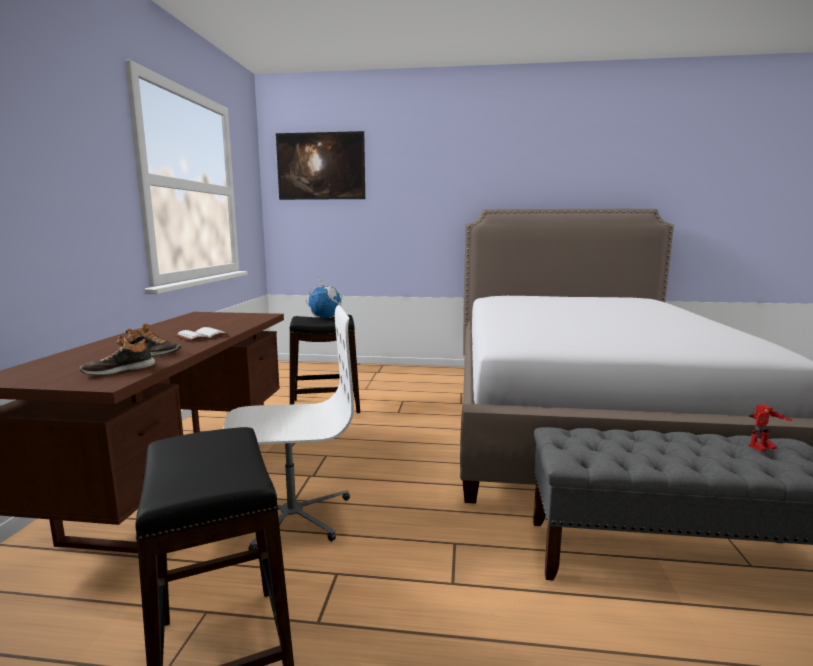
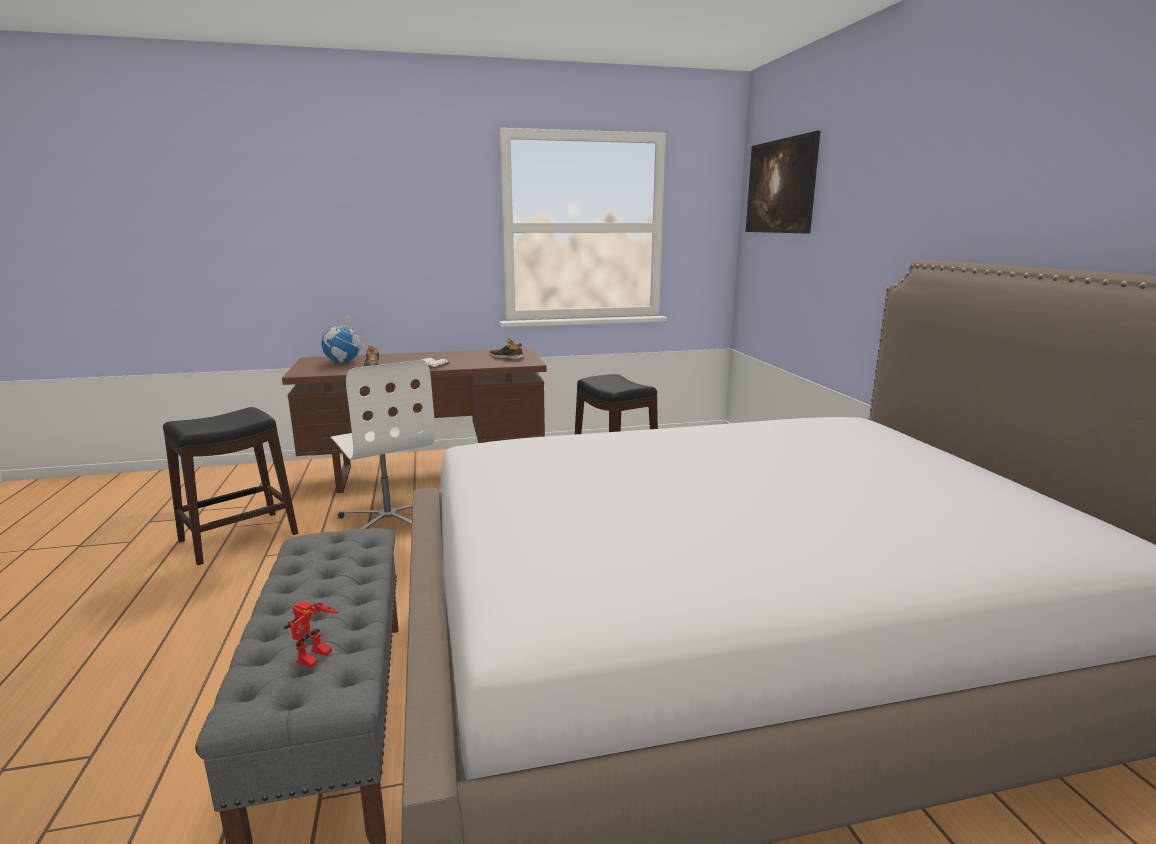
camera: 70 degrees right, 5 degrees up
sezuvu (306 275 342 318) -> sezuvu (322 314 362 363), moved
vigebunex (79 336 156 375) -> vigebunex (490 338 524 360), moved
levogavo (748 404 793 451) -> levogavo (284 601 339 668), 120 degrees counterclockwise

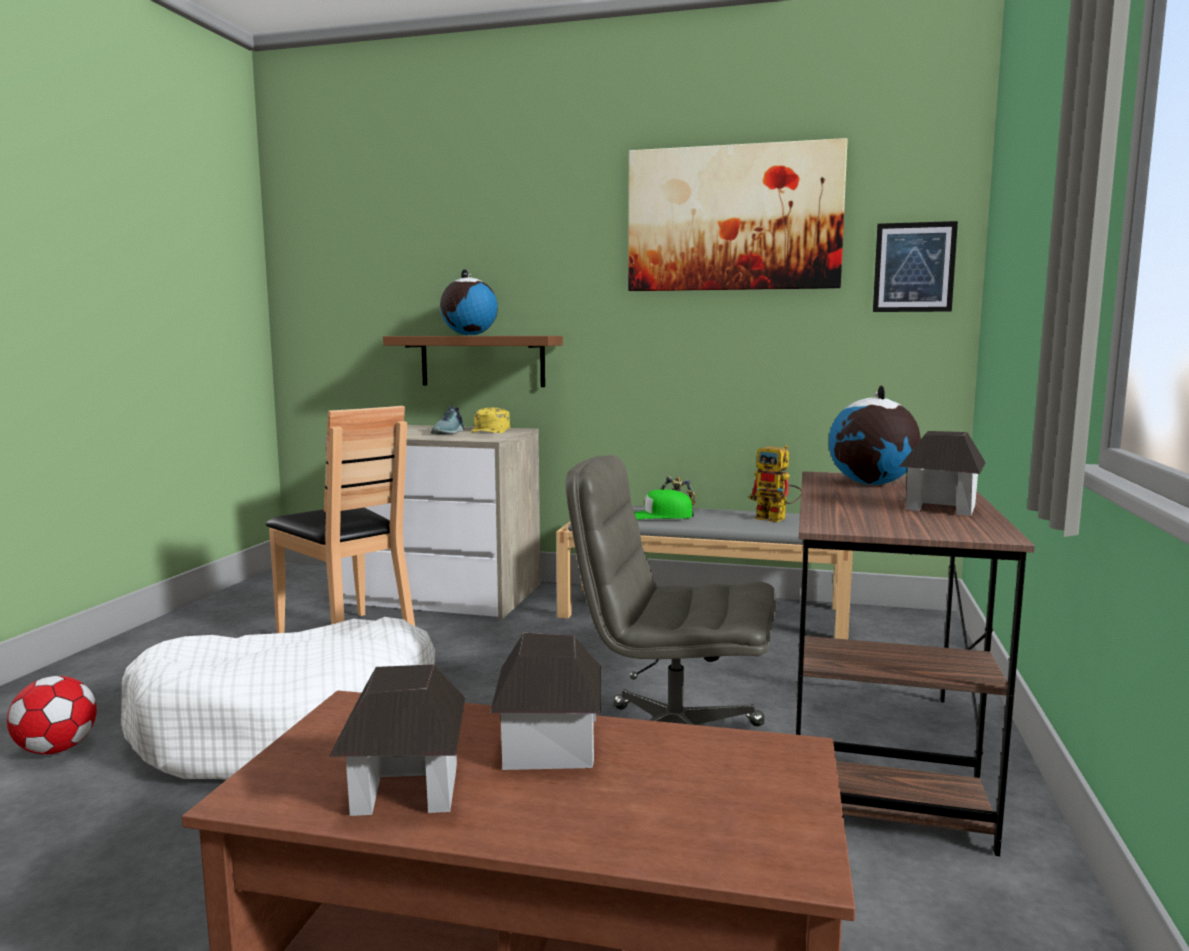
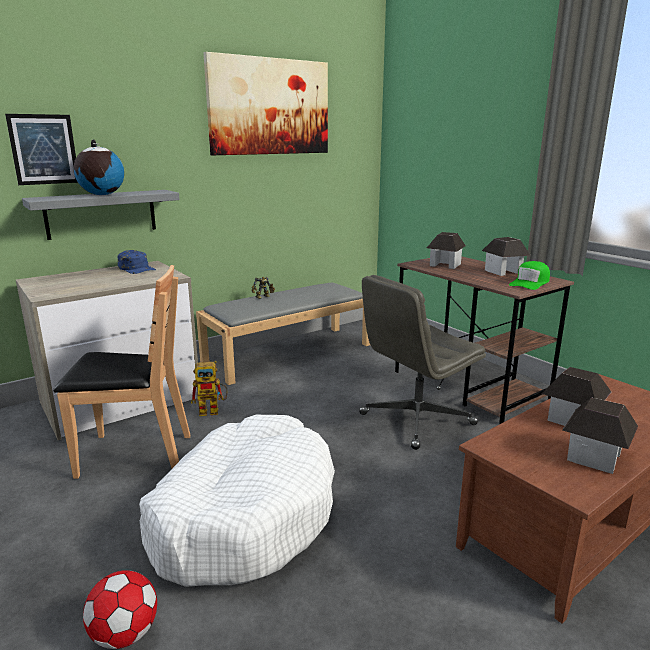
camera: 50 degrees left, 10 degrees up
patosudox (873 221 958 312) -> patosudox (5 114 78 185), moved
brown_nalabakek (383 336 563 387) -> grey_nalabakek (22 190 180 240)
sezuvu (829 385 921 485) -> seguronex (427 232 466 269)
vigebunex (431 406 464 434) -> none
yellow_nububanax (470 407 510 433) -> blue_nububanax (117 250 156 274)
levogavo (749 445 801 522) -> levogavo (191 361 228 416), moved
green_nububanax (634 489 694 520) -> green_nububanax (509 261 550 290), moved

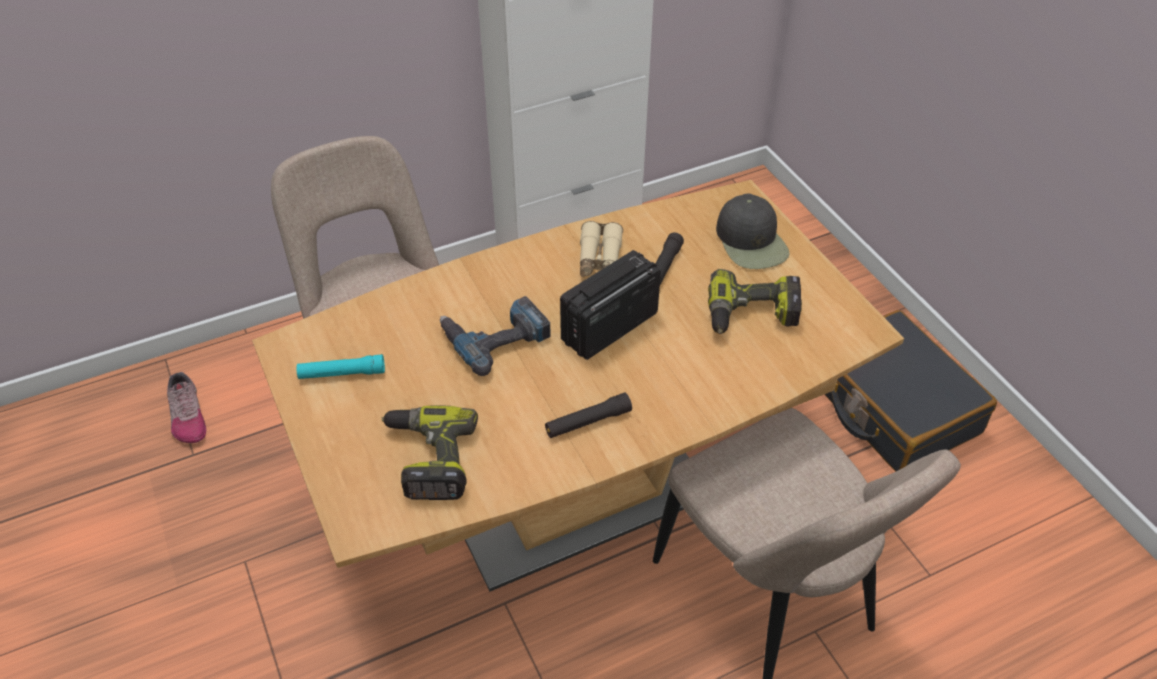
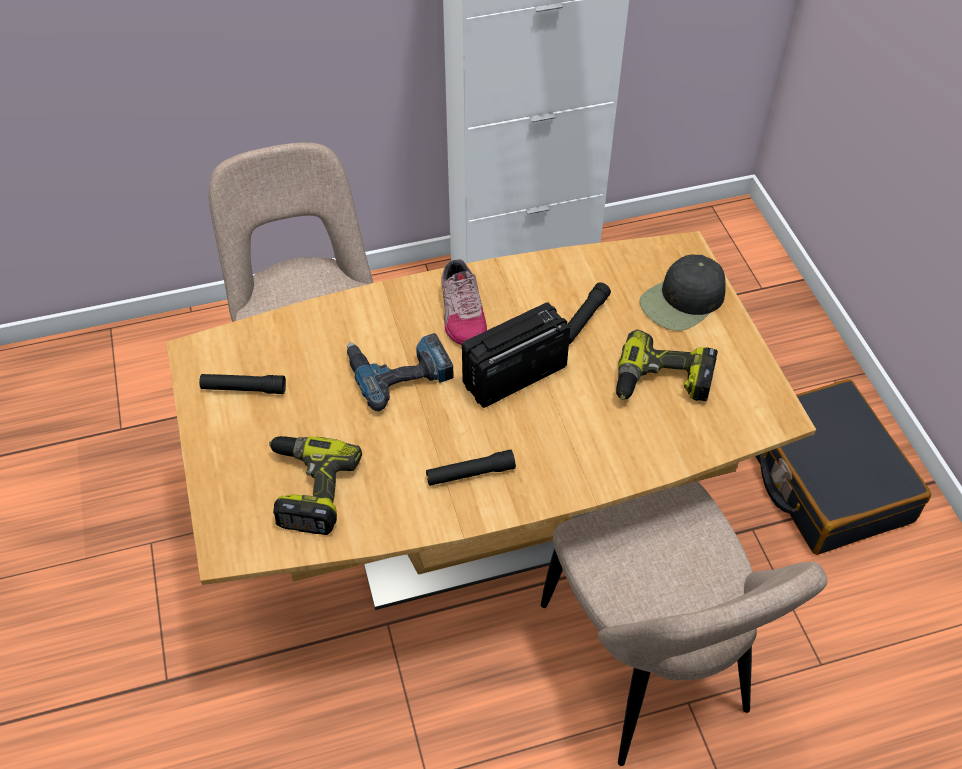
camera: 10 degrees right, 5 degrees up
black_nububanax (716 193 790 269) -> black_nububanax (639 254 726 331), 60 degrees clockwise
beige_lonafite (580 221 623 277) -> none
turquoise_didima (297 354 385 379) -> black_didima (199 374 286 394)
vigebunex (167 372 206 443) -> vigebunex (441 259 487 345), moved

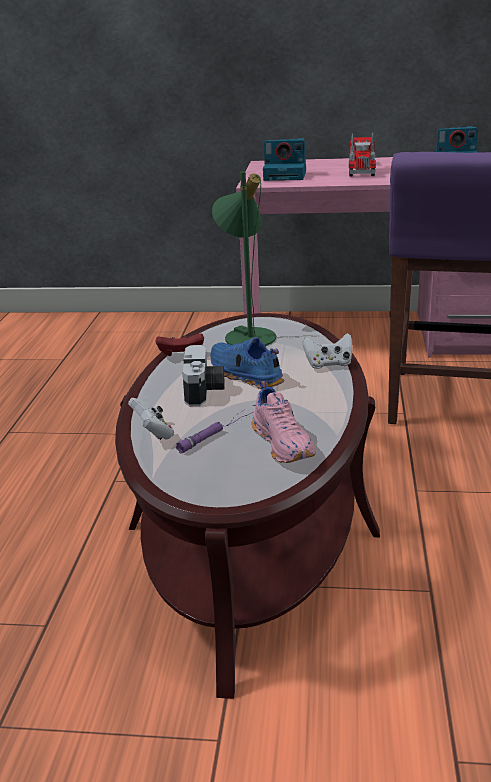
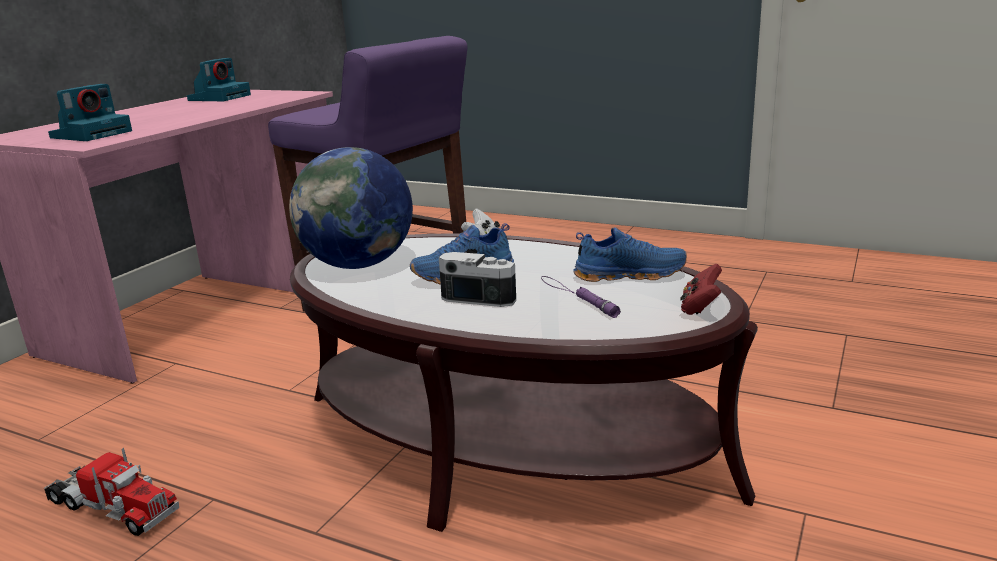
camera: 70 degrees left, 5 degrees down
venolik (349 133 376 176) -> venolik (44 448 179 536), moved
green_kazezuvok (212 171 276 346) -> sezuvu (289 147 413 269)
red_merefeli (156 333 204 356) -> red_merefeli (680 264 722 315), moved
pink_vigebunex (251 381 315 463) -> blue_vigebunex (573 227 687 282)
white_merefeli (128 398 174 440) -> none

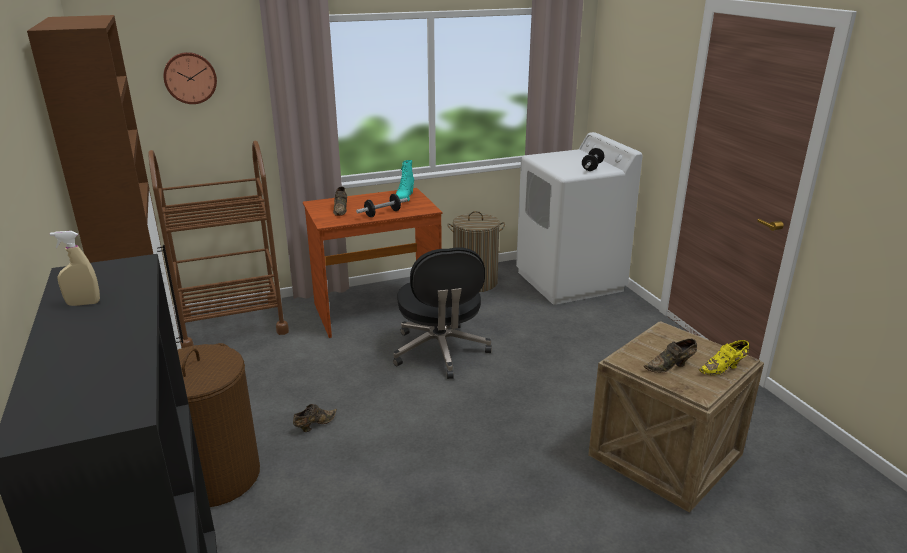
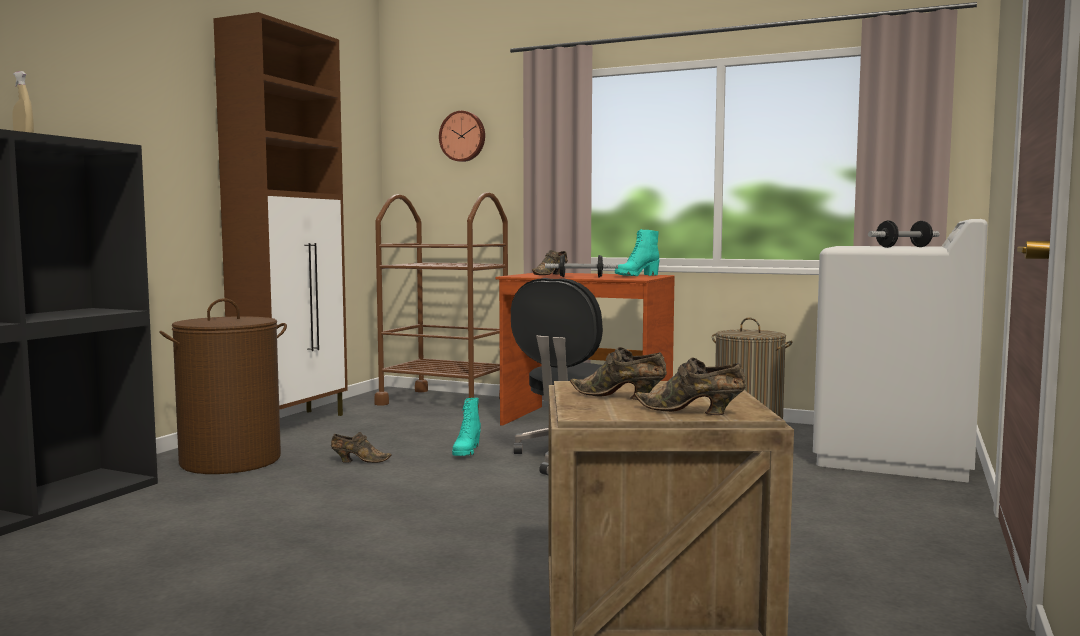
camera: 45 degrees right, 20 degrees down
yellow_vigebunex (699 340 749 375) -> brown_vigebunex (634 357 746 415)
none -> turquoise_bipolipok (452 398 481 456)

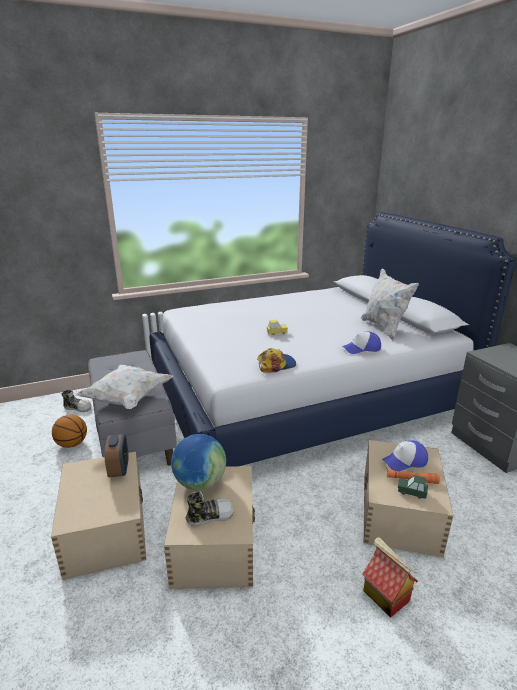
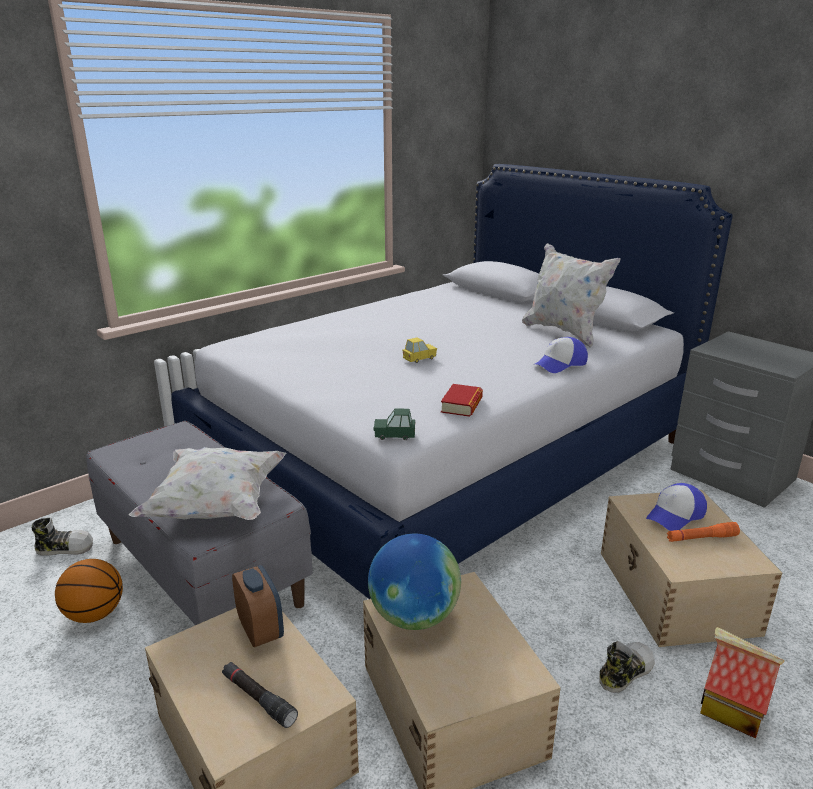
camera: 20 degrees left, 0 degrees up
nububanax (257 348 296 373) -> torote (441 384 483 417)
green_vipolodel (398 475 428 499) -> green_vipolodel (373 409 415 440), moved
vigebunex (186 492 234 526) -> vigebunex (600 641 655 693), moved
none -> black_didima (222 662 298 728)

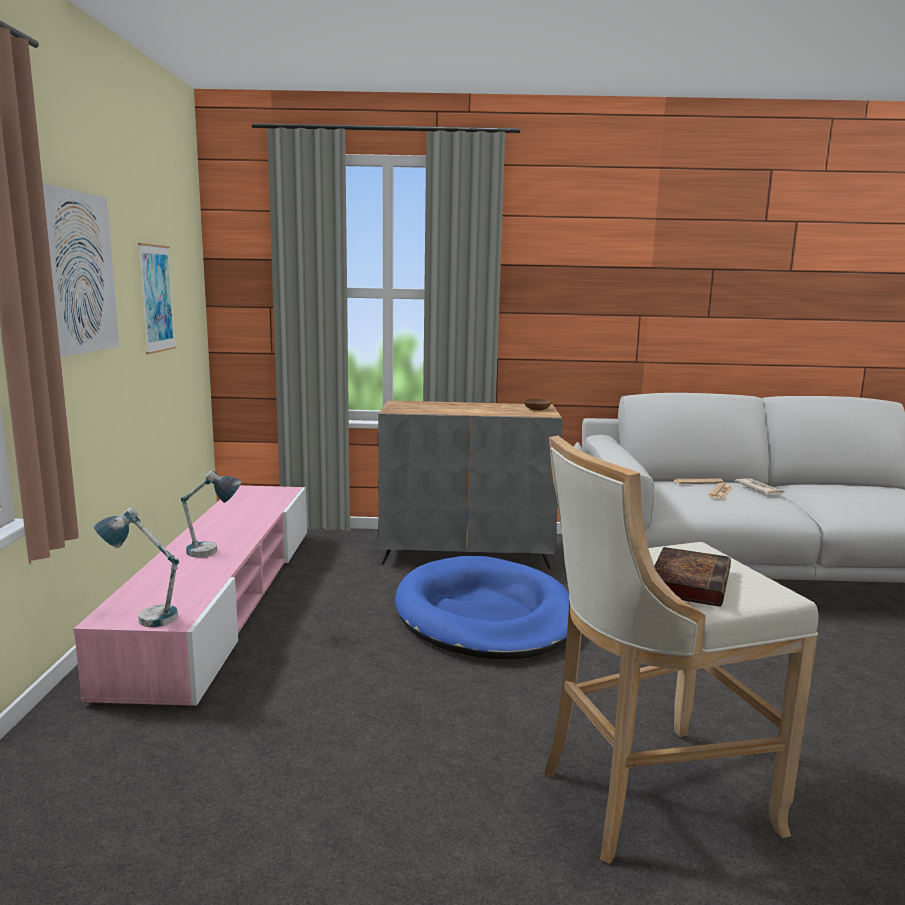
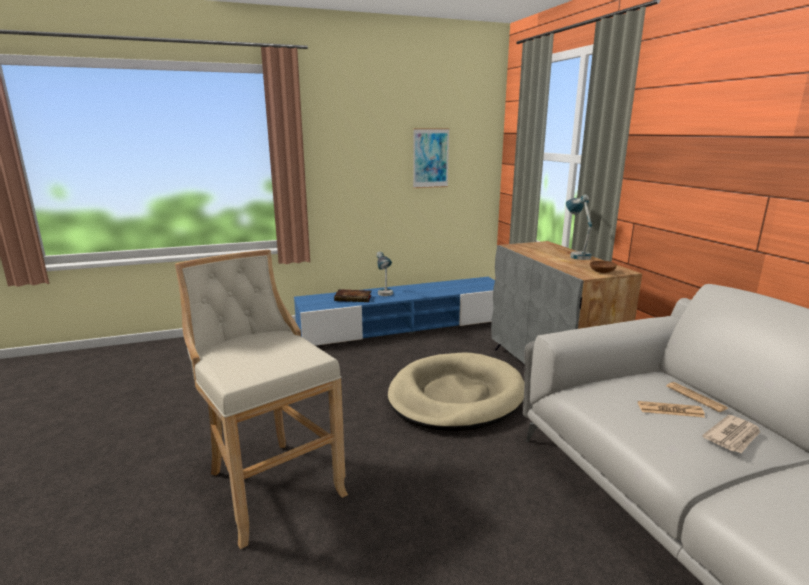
camera: 70 degrees right, 5 degrees up
patosudox (43 183 119 357) -> none
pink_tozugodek (73 486 307 708) -> blue_tozugodek (294 277 495 346)
kazezuvok (94 507 179 627) -> kazezuvok (566 195 592 260), moved
torote (654 547 731 607) -> torote (334 289 371 302), moved
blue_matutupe (395 556 569 659) -> beige_matutupe (388 353 525 431)

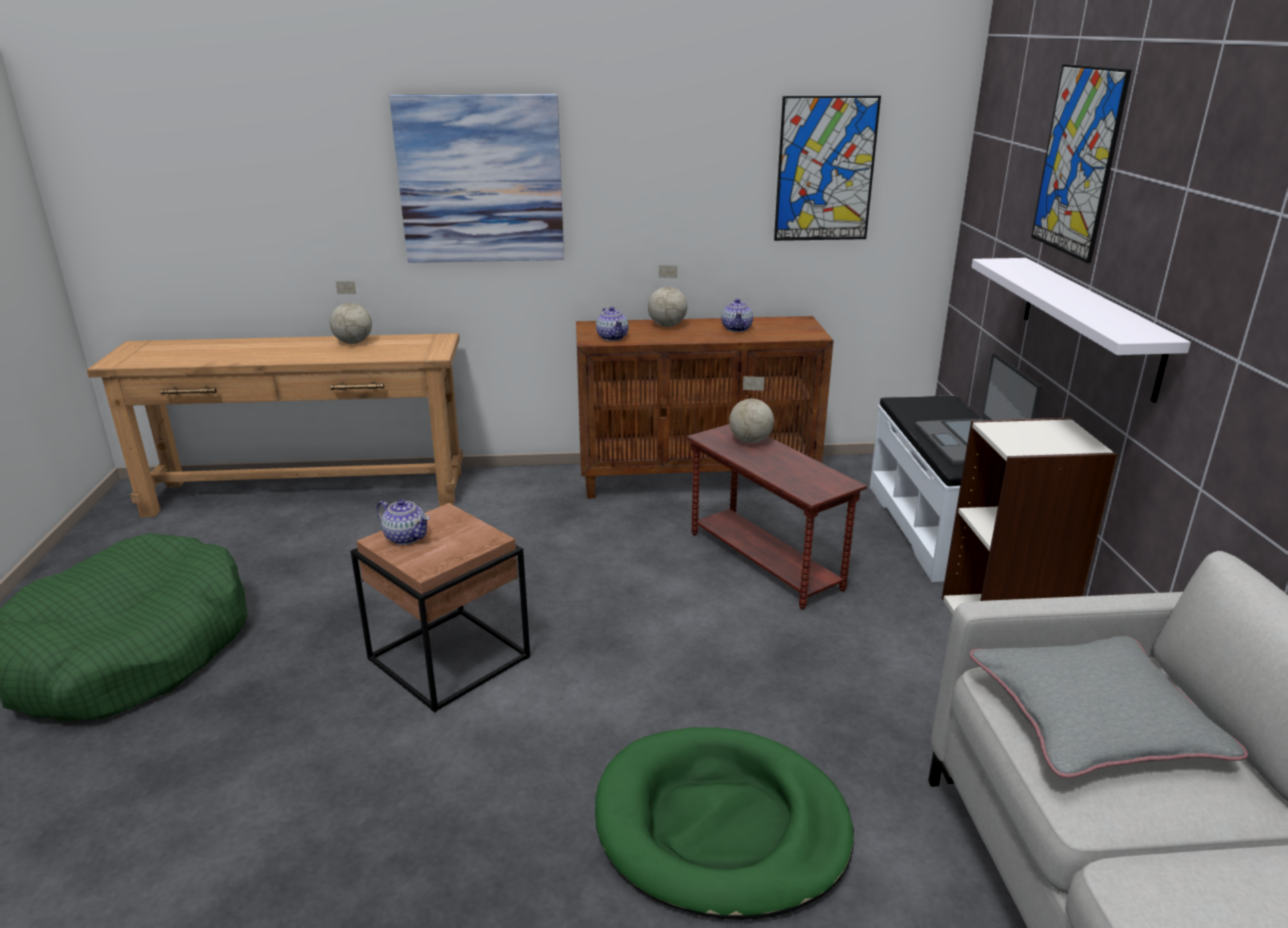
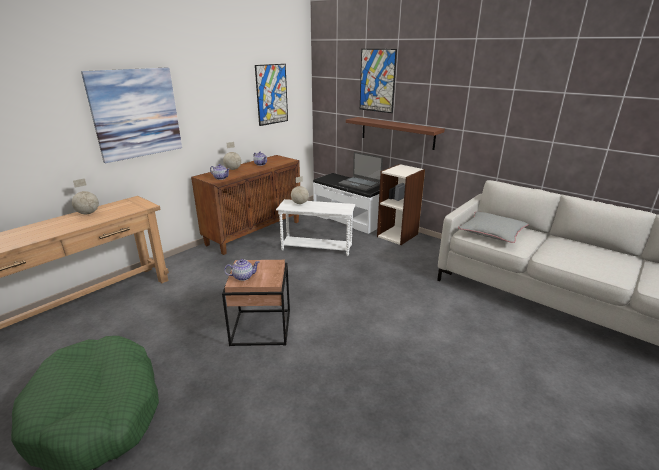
camera: 45 degrees left, 0 degrees up
white_nalabakek (971 258 1191 403) -> brown_nalabakek (346 117 445 150)
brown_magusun (685 424 867 609) -> white_magusun (276 199 355 256)
green_matutupe (595 727 854 920) -> none

